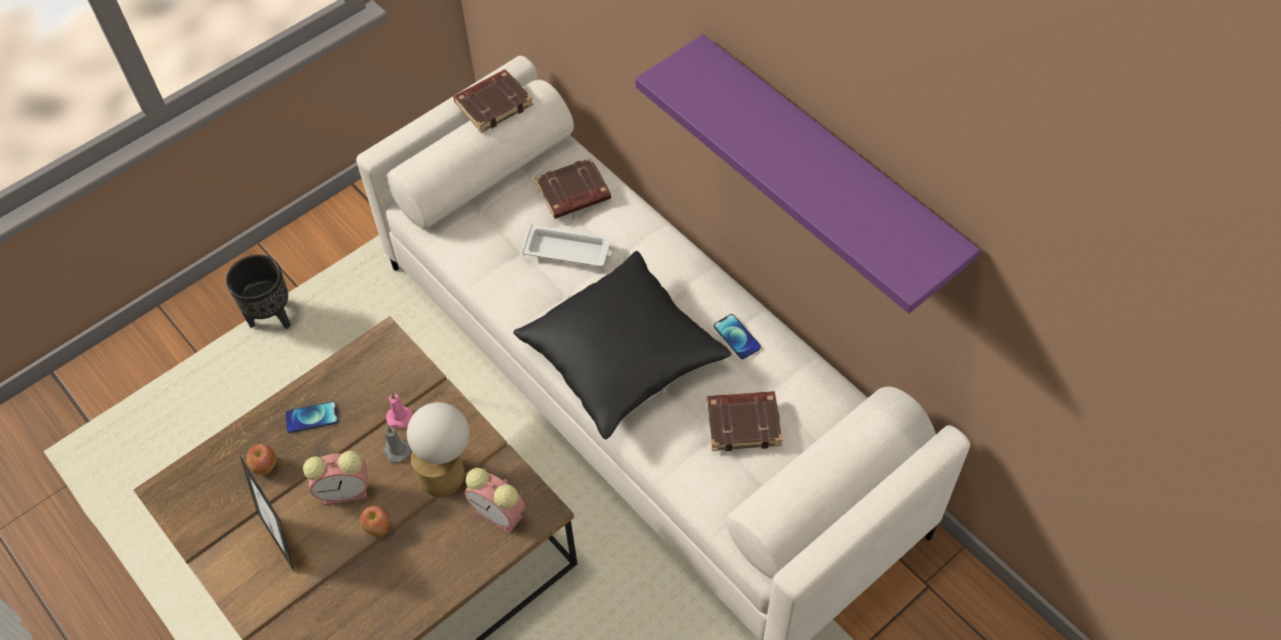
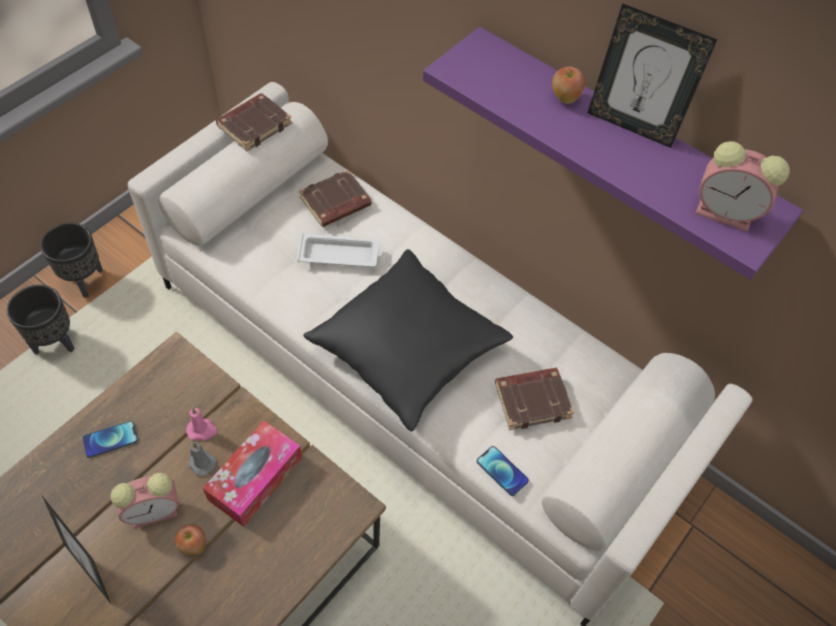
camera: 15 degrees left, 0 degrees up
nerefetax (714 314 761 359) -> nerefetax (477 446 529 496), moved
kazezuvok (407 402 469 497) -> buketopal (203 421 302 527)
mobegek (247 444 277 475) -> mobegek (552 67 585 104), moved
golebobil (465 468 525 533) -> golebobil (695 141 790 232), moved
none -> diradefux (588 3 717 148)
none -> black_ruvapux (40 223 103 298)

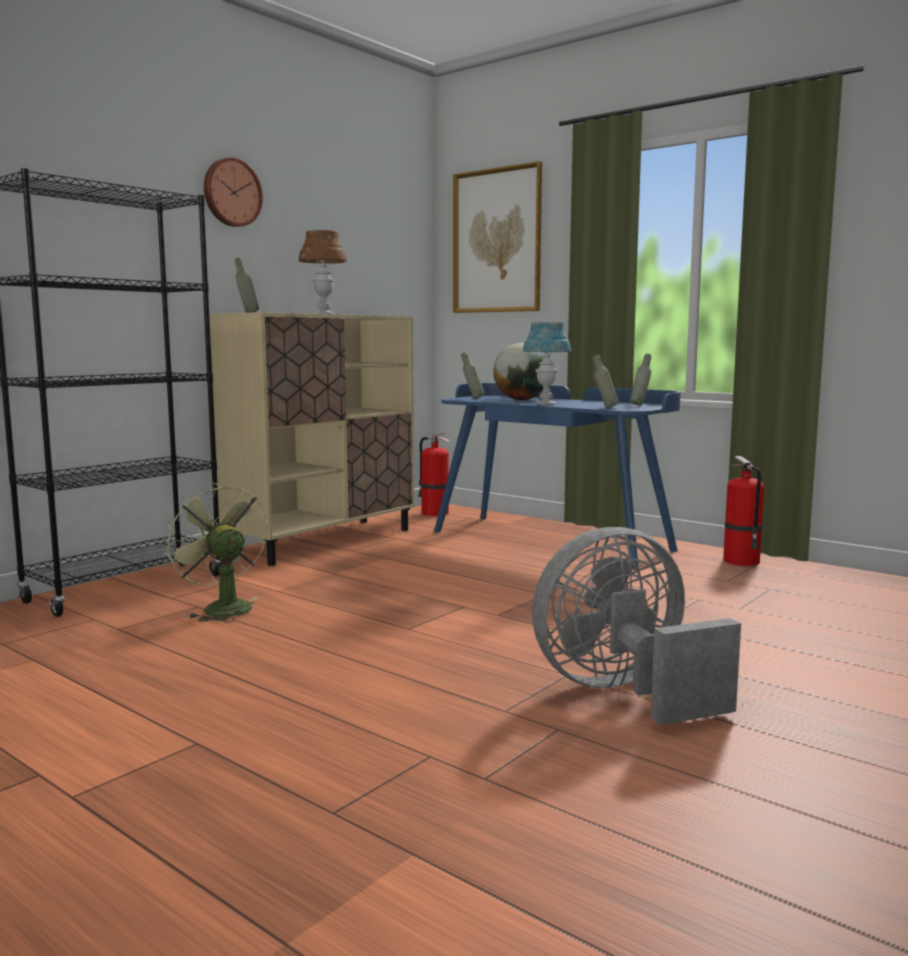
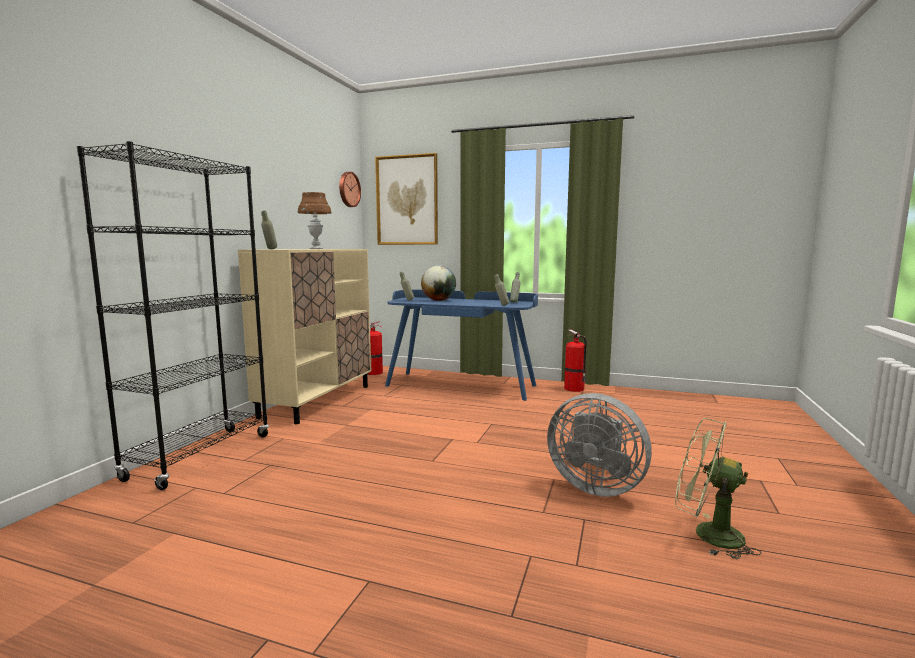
camera: 20 degrees left, 0 degrees up
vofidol (204 157 263 227) -> vofidol (339 172 361 207), moved
blue_kazezuvok (523 322 571 405) -> none
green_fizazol (164 483 268 622) -> green_fizazol (675 418 761 560), moved
grey_fizazol (532 527 741 725) -> grey_fizazol (547 393 652 497), 105 degrees counterclockwise

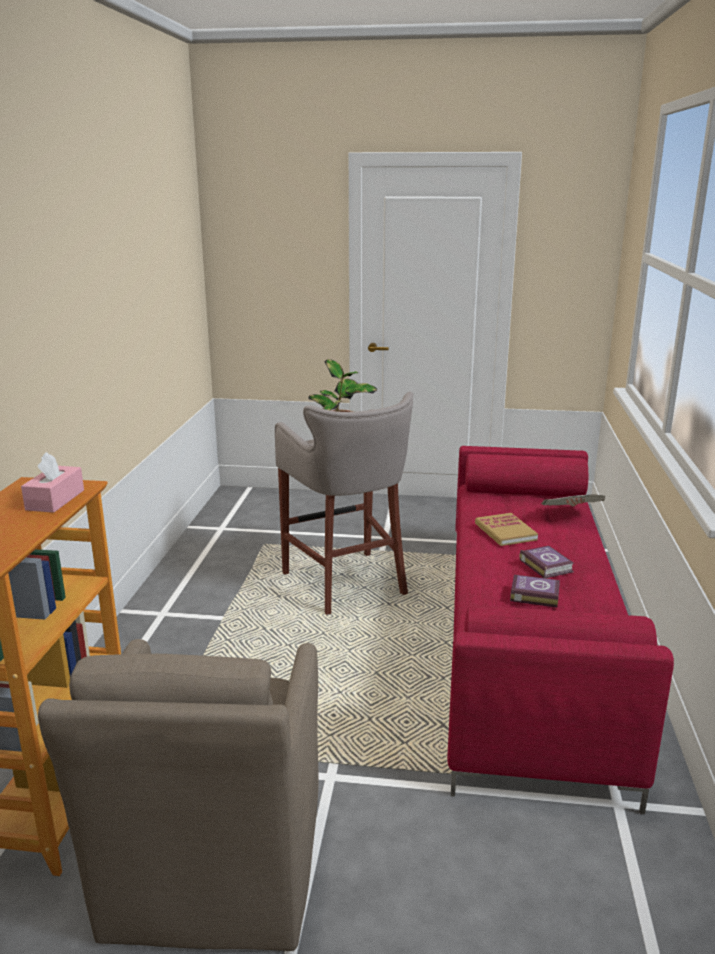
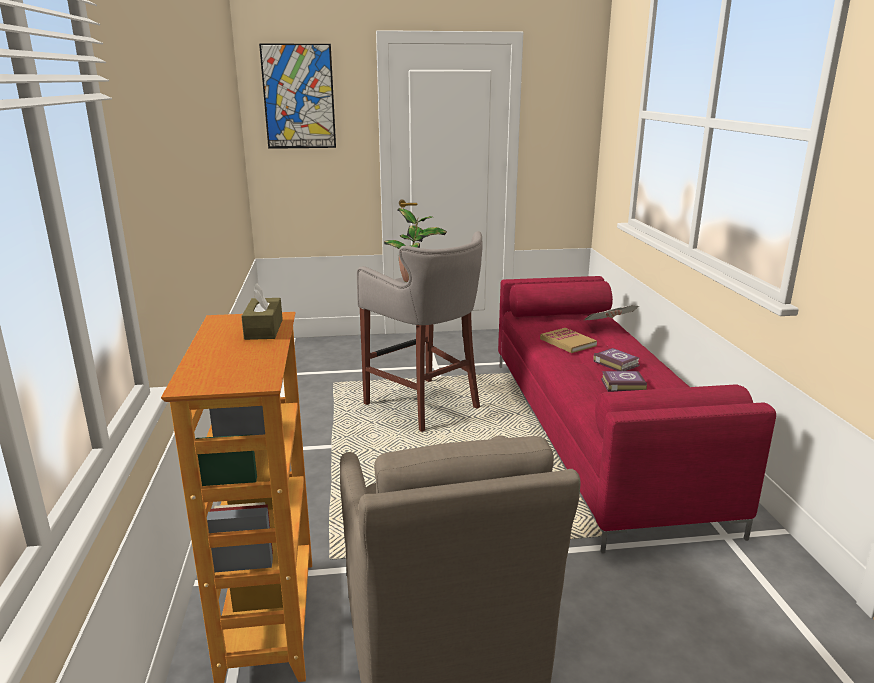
camera: 15 degrees left, 0 degrees up
pink_buketopal (21 452 84 513) -> brown_buketopal (241 284 283 340)
none -> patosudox (259 43 336 149)

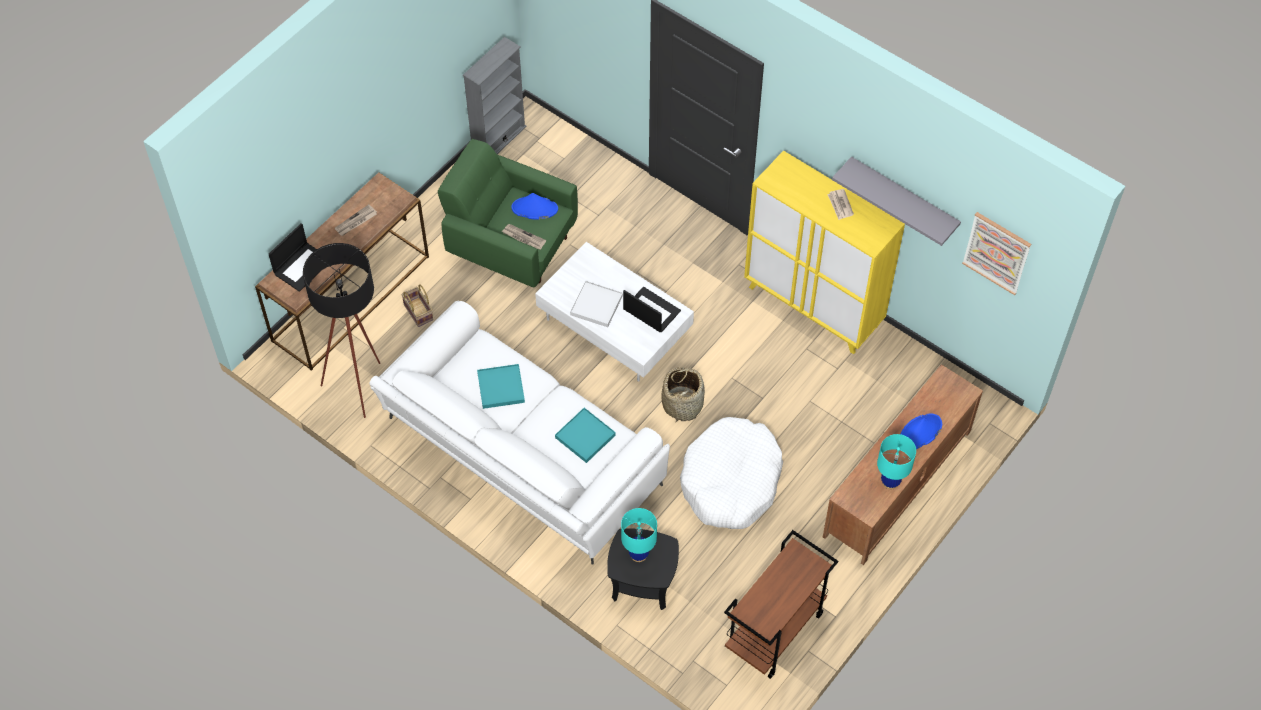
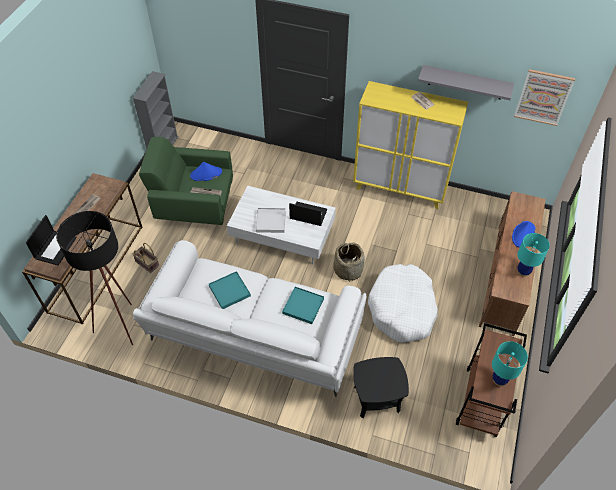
camera: 20 degrees left, 5 degrees down
turquoise_kazezuvok (621 508 657 562) -> turquoise_kazezuvok (492 341 528 386), moved

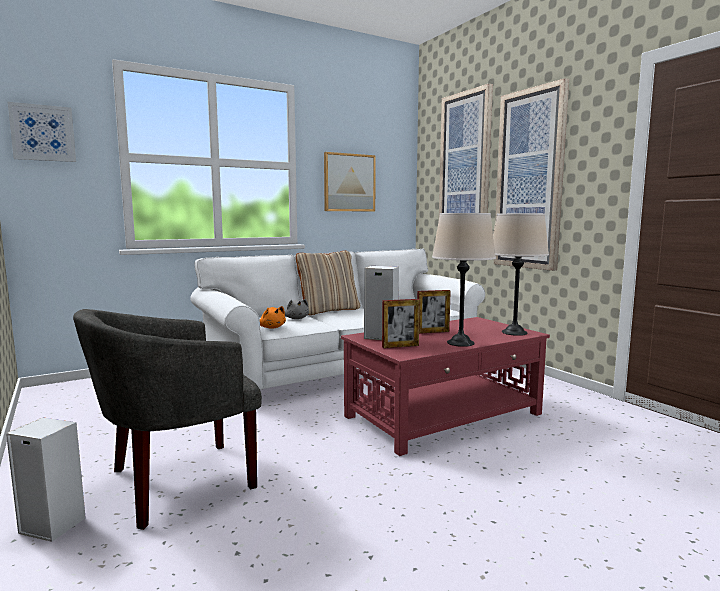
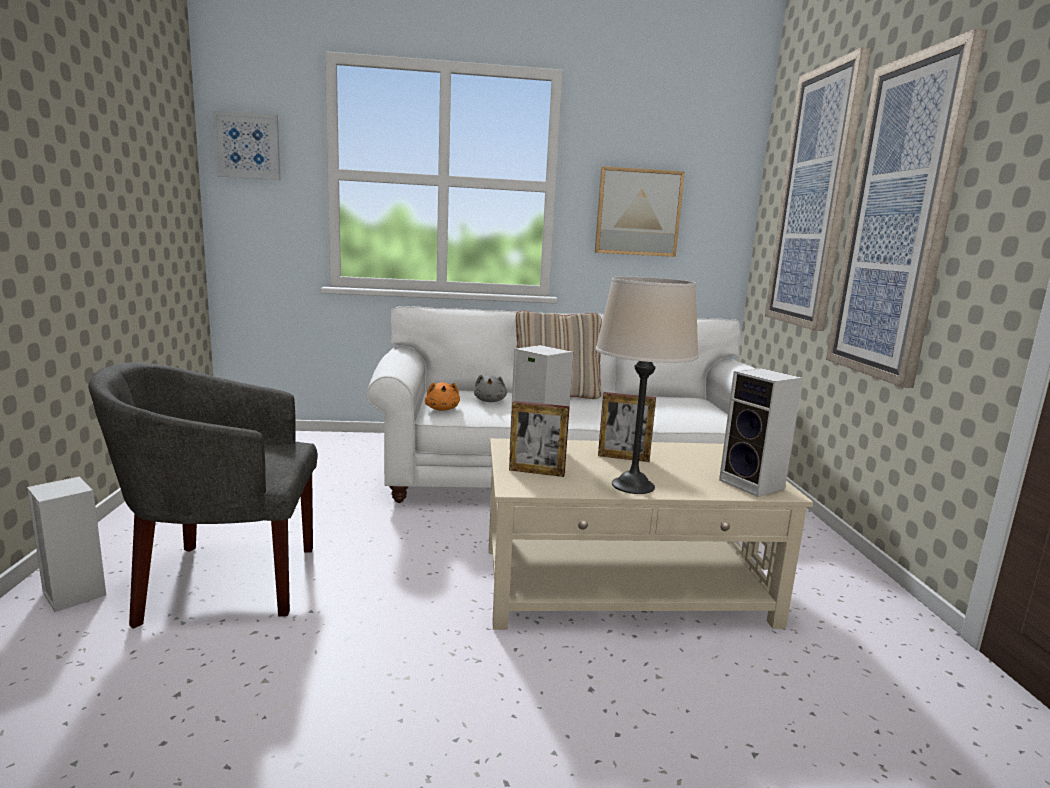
camera: 25 degrees right, 5 degrees up
beige_kazezuvok (493 213 549 336) -> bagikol (719 368 803 497)
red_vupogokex (341 317 550 456) -> beige_vupogokex (489 438 813 630)

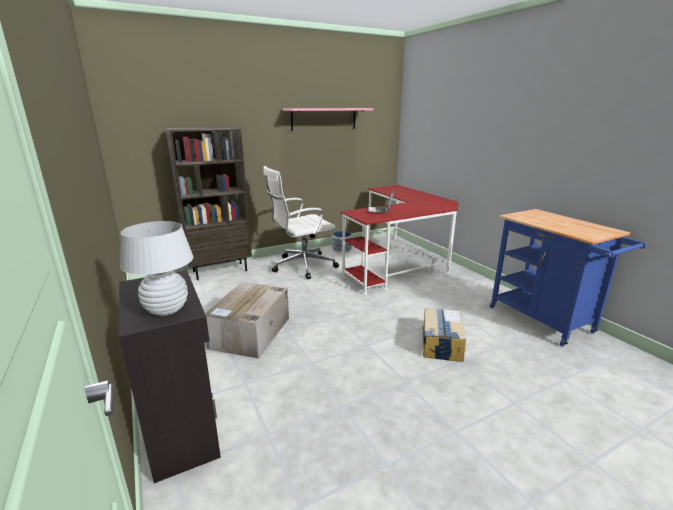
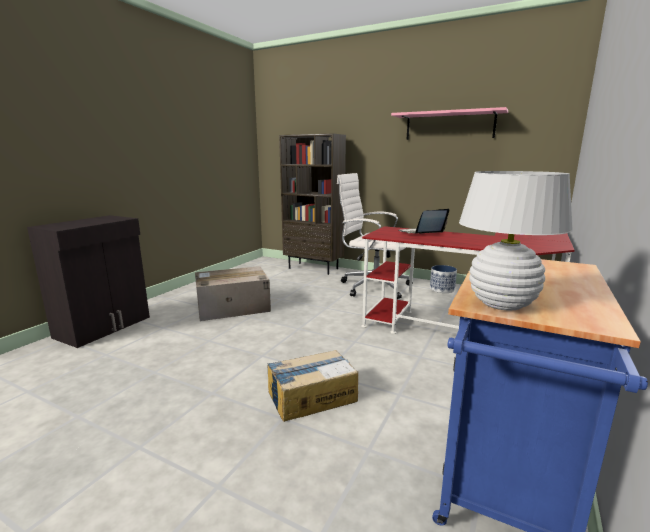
camera: 55 degrees right, 5 degrees down
white_kazezuvok (120 221 193 316) -> white_kazezuvok (459 171 573 311), moved

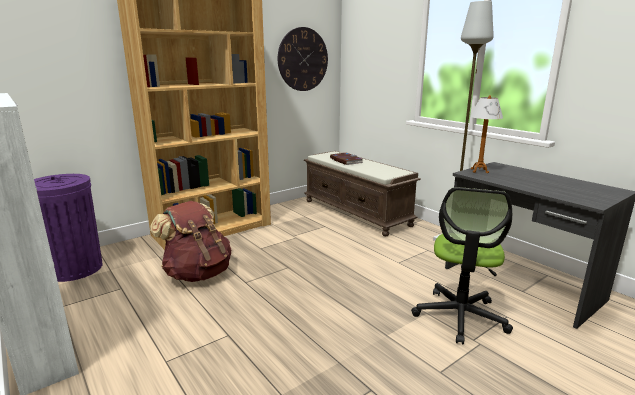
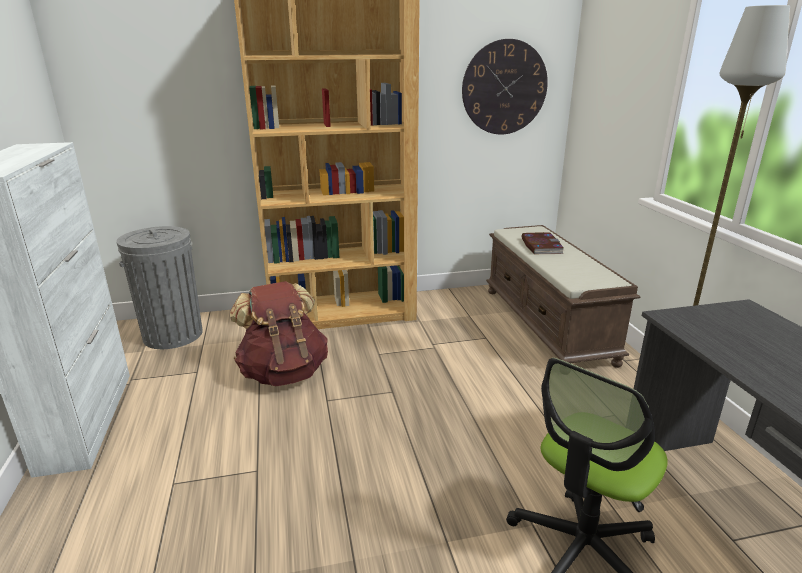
camera: 25 degrees right, 5 degrees up
kazezuvok (470 95 503 173) -> none
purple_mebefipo (34 174 103 282) -> grey_mebefipo (116 226 203 349)

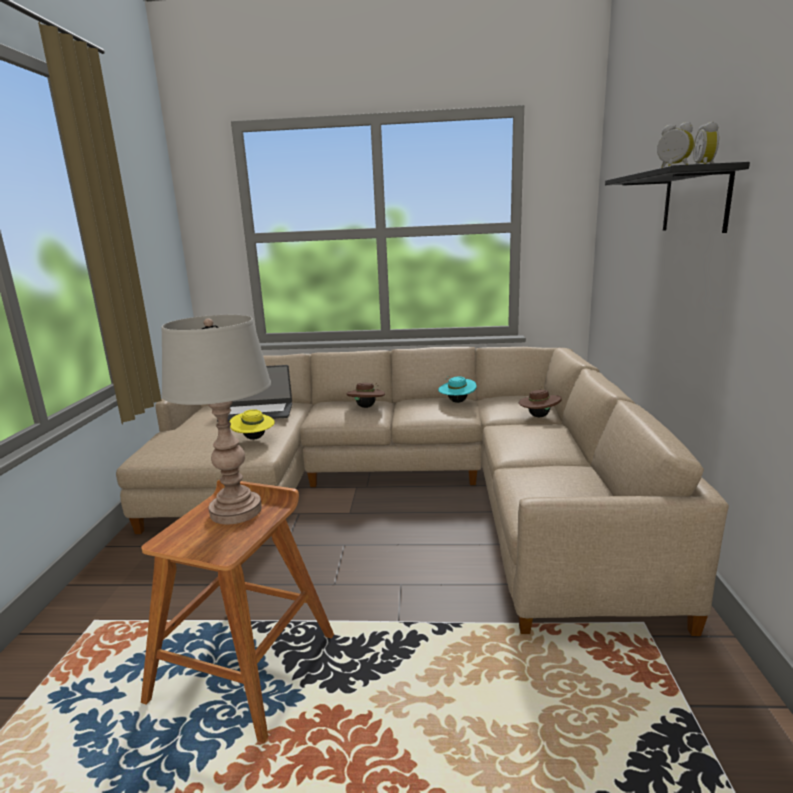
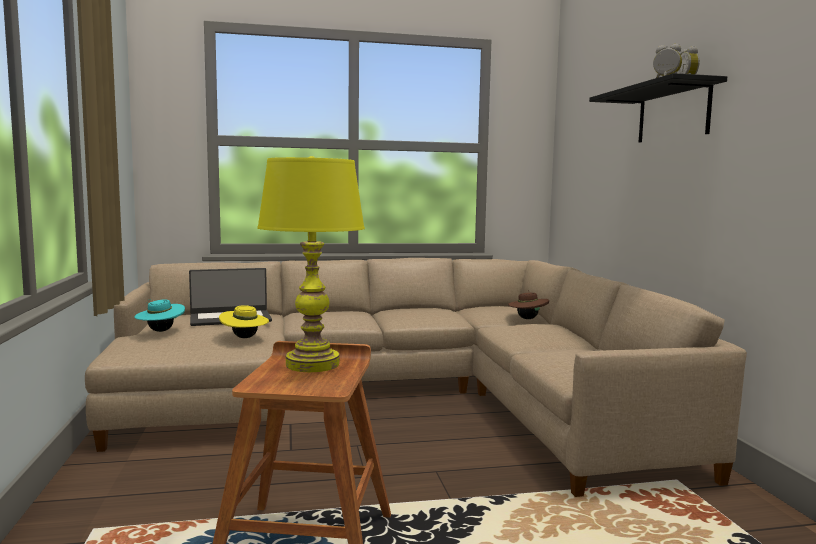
camera: 15 degrees left, 10 degrees down
grey_kazezuvok (161 315 271 524) -> yellow_kazezuvok (257 156 365 372)
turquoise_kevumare (438 376 477 403) -> turquoise_kevumare (134 299 185 332), moved
brown_kevumare (346 383 385 408) -> none

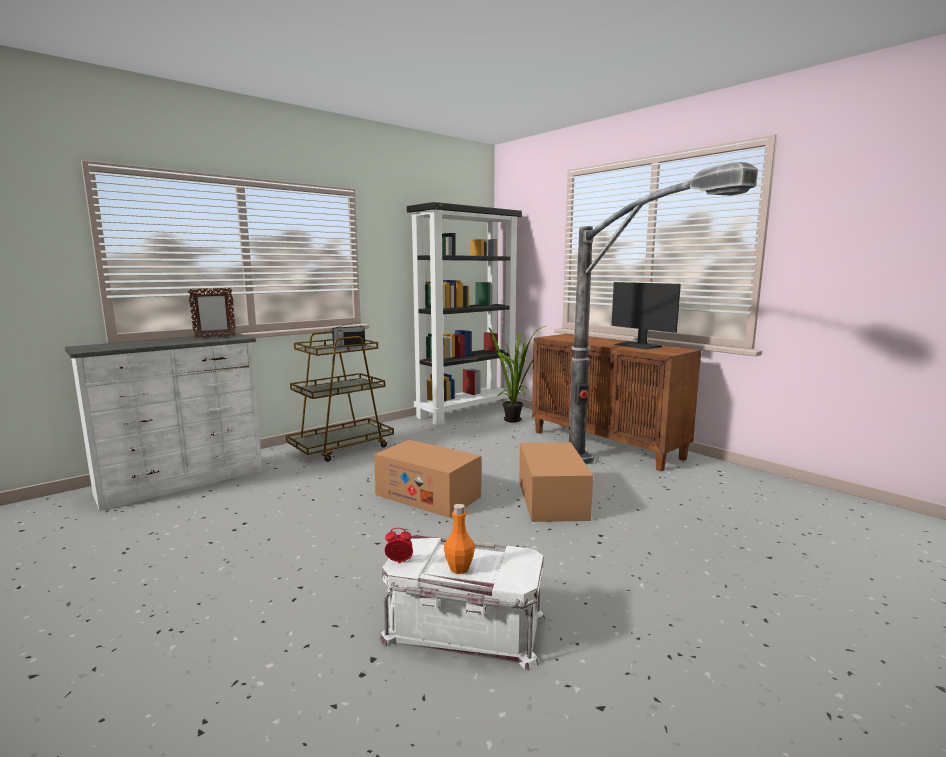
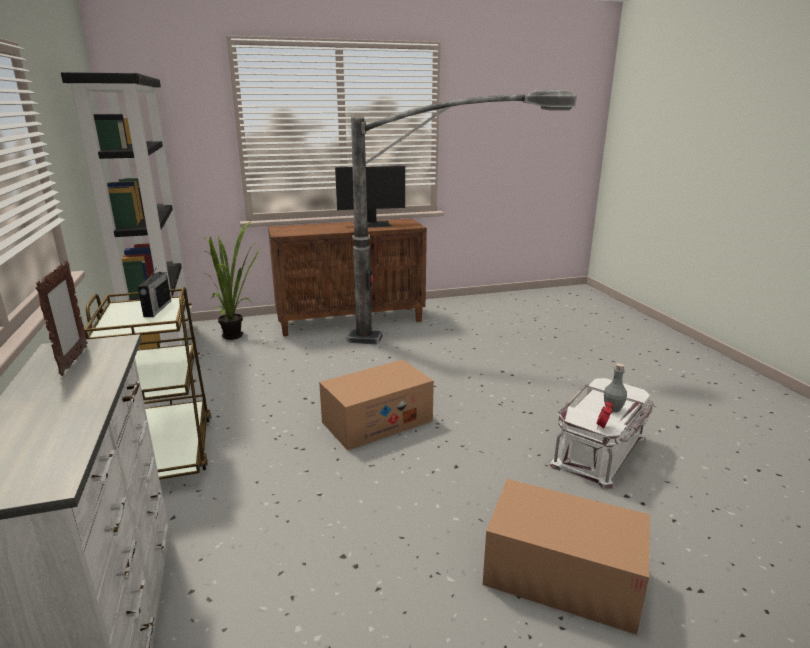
camera: 65 degrees left, 10 degrees up
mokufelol (519 442 593 522) -> mokufelol (483 479 650 635), moved
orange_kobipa (444 504 475 574) -> grey_kobipa (604 363 627 412)

